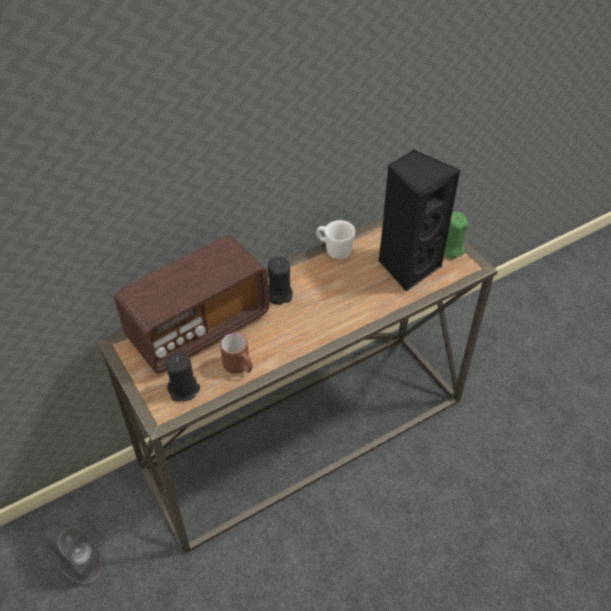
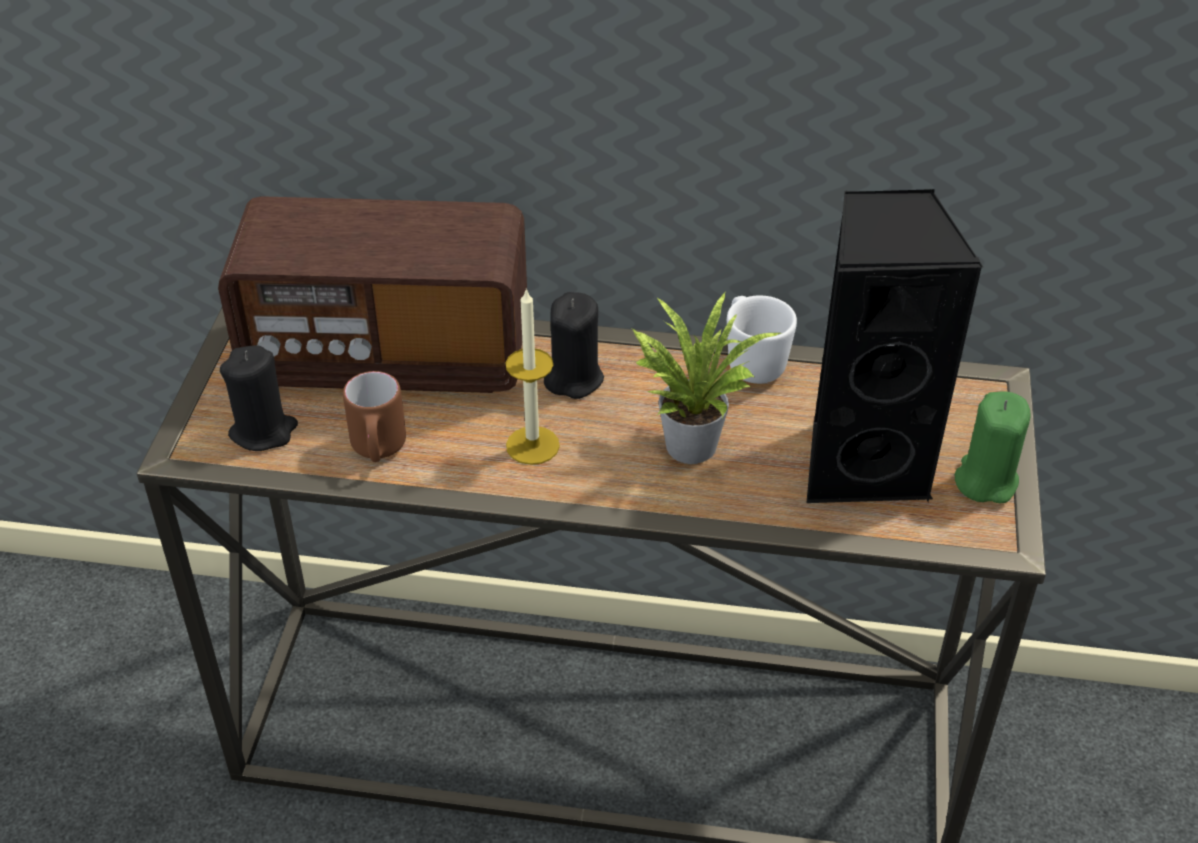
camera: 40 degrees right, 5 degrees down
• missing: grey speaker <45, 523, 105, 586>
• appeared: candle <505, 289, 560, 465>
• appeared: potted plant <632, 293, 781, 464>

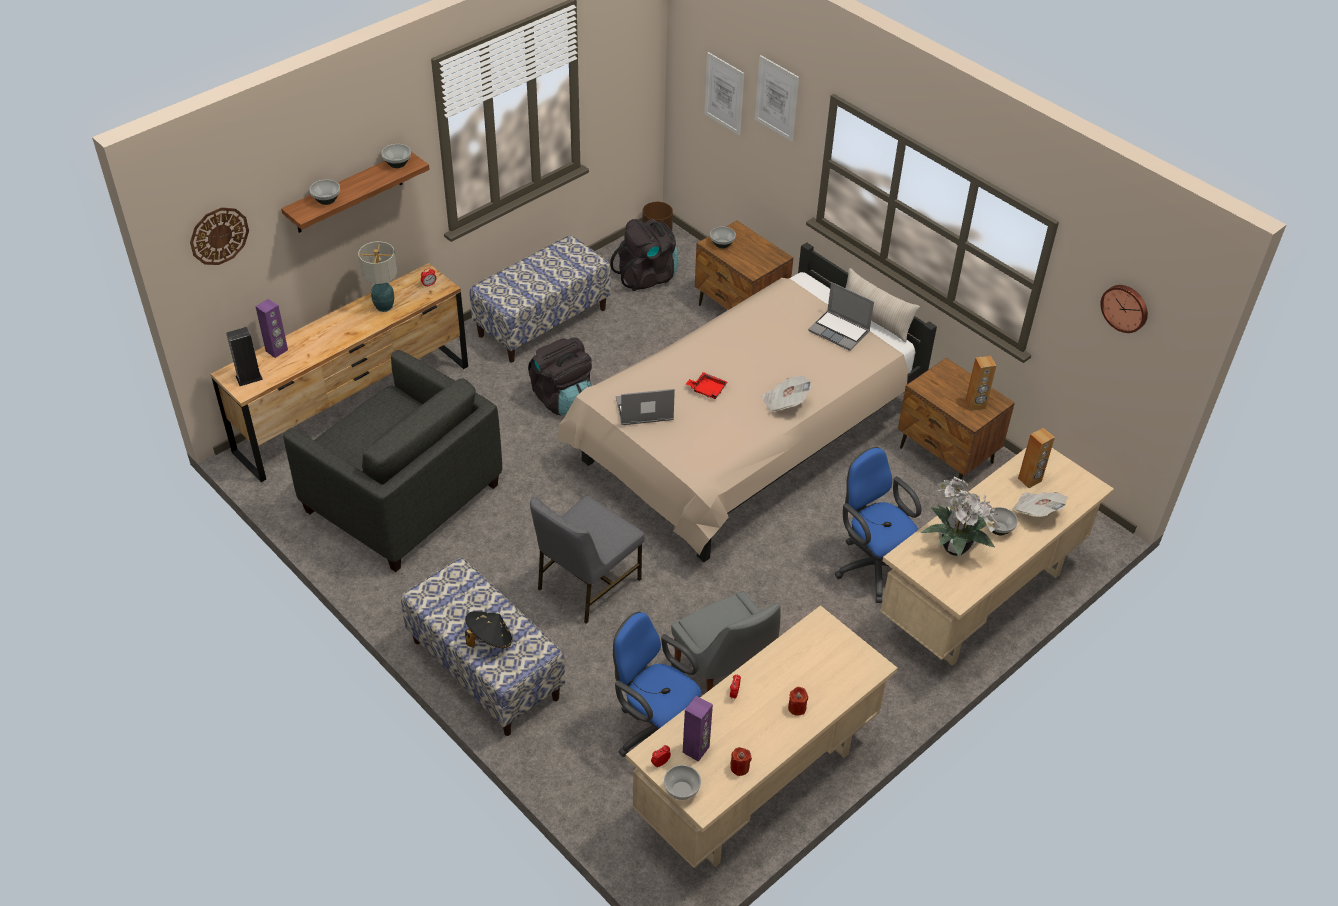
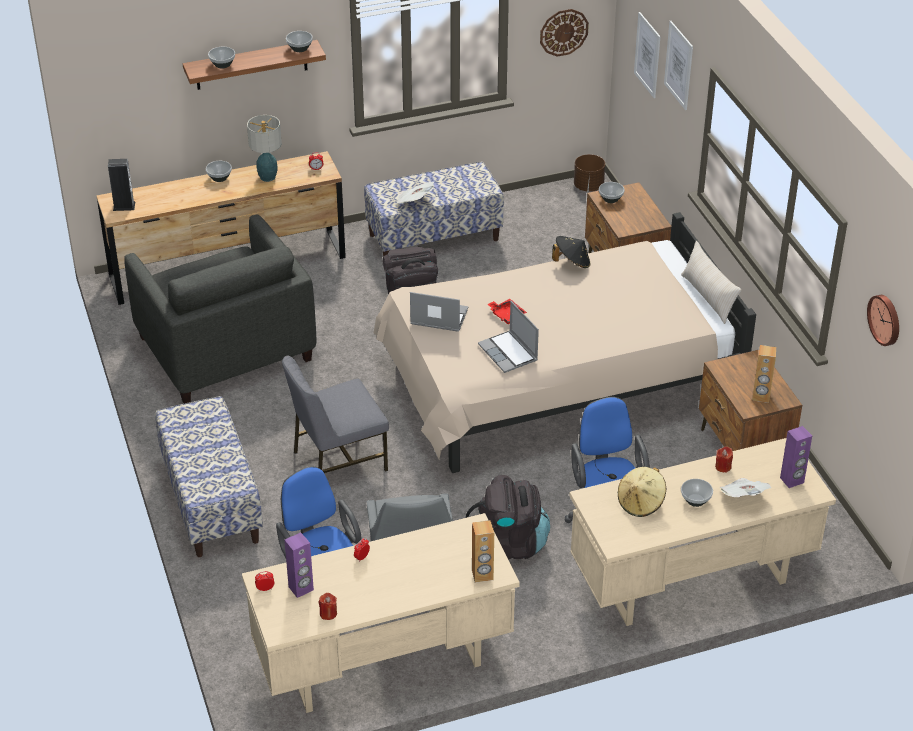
camera: 25 degrees right, 5 degrees down
• relocated: wall clock <190, 207, 249, 265> to <540, 9, 589, 57>
• relocated: purple speaker <255, 299, 288, 358> to <780, 426, 812, 488>
• relocated: black hat <465, 611, 513, 648> to <552, 236, 590, 268>
• relocated: black backpack <610, 219, 678, 291> to <466, 475, 550, 559>
• relocated: bowl <664, 765, 701, 800> to <206, 161, 232, 182>
• relocated: newspaper <762, 375, 812, 412> to <396, 182, 434, 204>
• relocated: red candle <788, 687, 808, 716> to <715, 446, 733, 473>
• relocated: laptop <808, 282, 874, 351> to <478, 301, 539, 373>
• relocated: brown speaker <1018, 428, 1055, 488> to <472, 520, 494, 583>
• exchanged: potted plant <921, 476, 999, 557> to beige hat <618, 467, 666, 517>

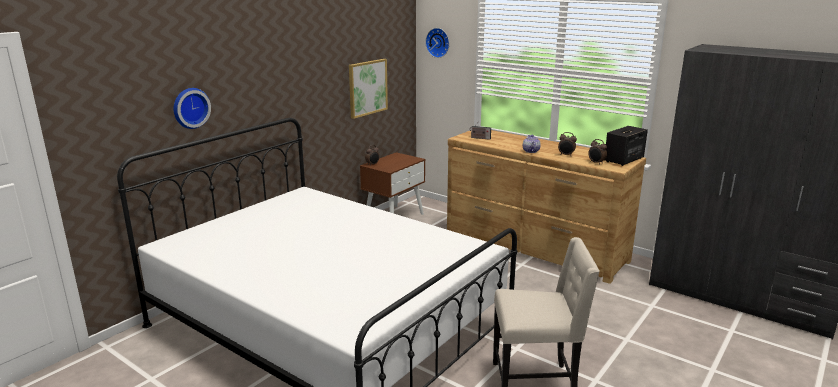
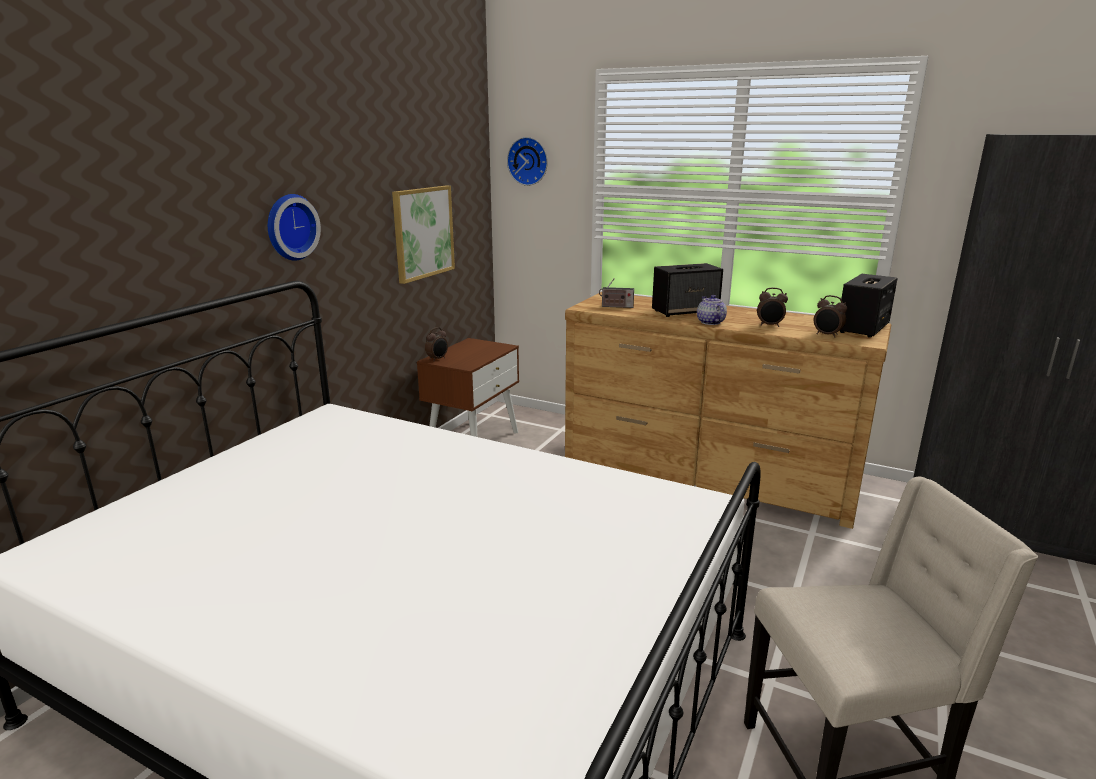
camera: 10 degrees left, 0 degrees up
• appeared: speaker <652, 263, 723, 317>
• relocated: wall clock <174, 88, 211, 129> to <268, 194, 321, 261>

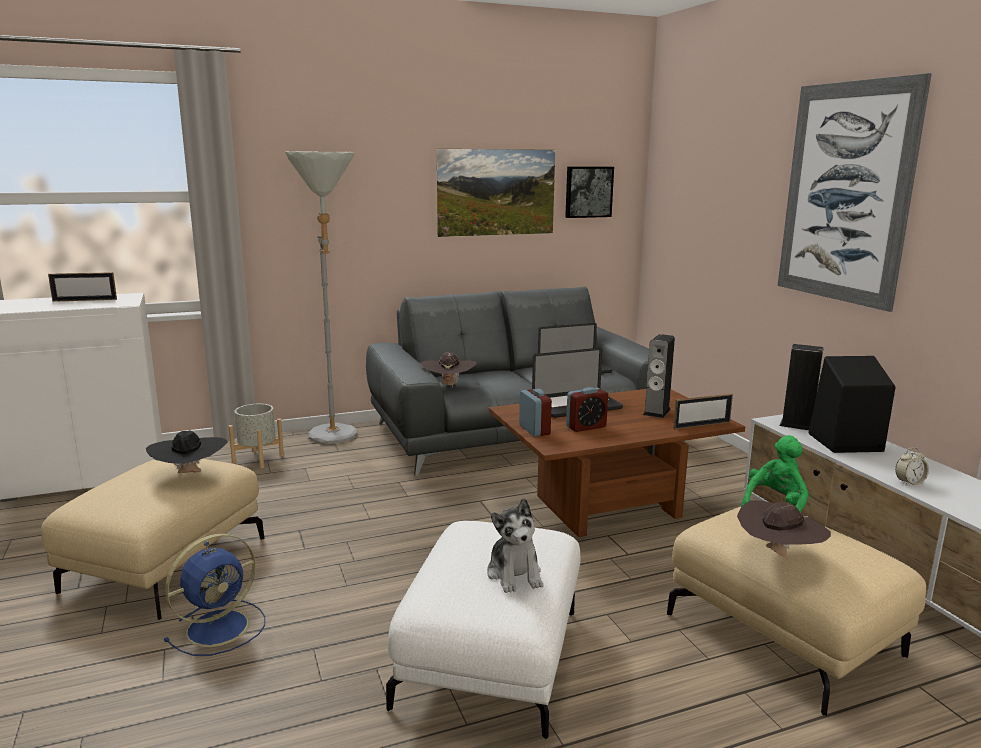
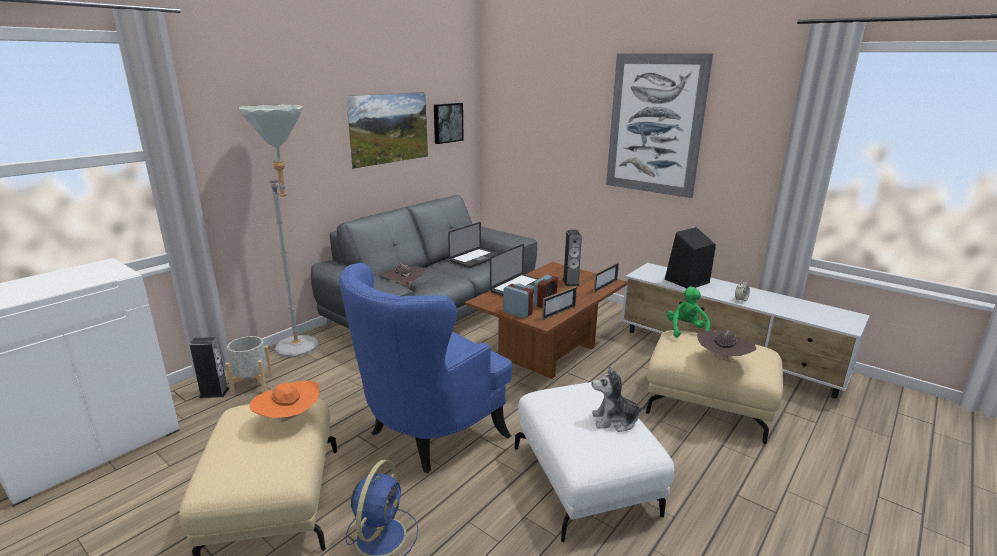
camera: 30 degrees left, 5 degrees up
• appeared: blue armchair <339, 263, 512, 473>
• relocated: picture frame <48, 272, 117, 302> to <542, 286, 577, 320>
• relocated: speaker <779, 344, 824, 430> to <190, 337, 230, 398>
• colour: black hat <146, 430, 228, 473> to orange hat <250, 381, 320, 423>
• spun: plush toy <487, 498, 543, 593> = <592, 366, 649, 432> 135 degrees clockwise

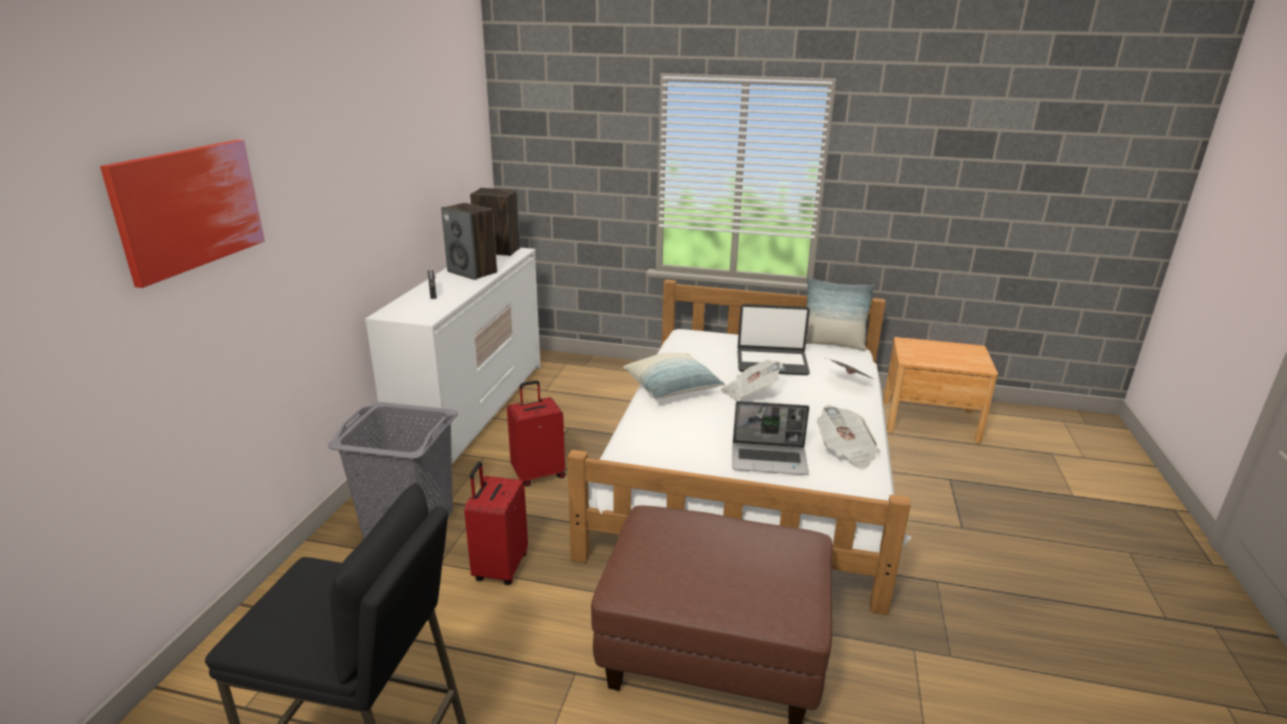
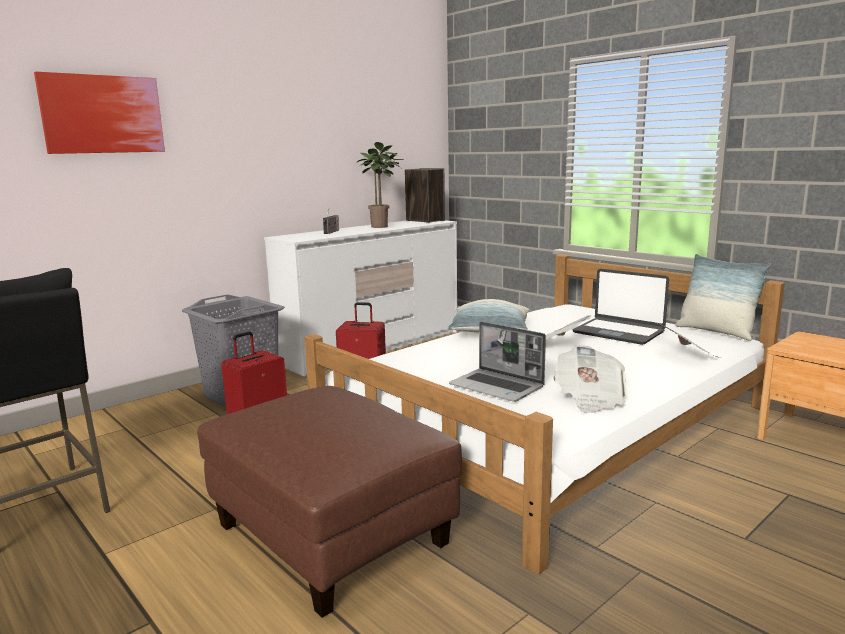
camera: 35 degrees right, 10 degrees down
• exchanged: speaker <441, 203, 497, 280> to potted plant <356, 142, 404, 228>

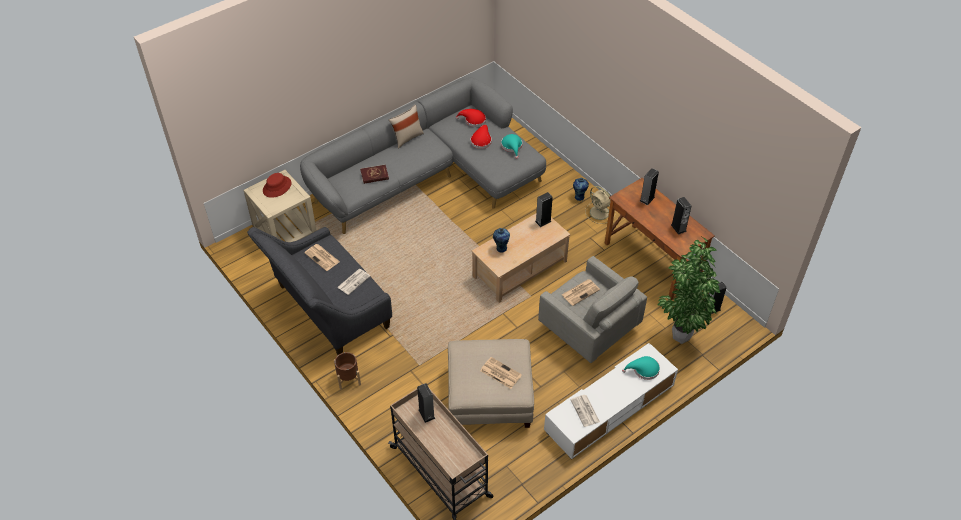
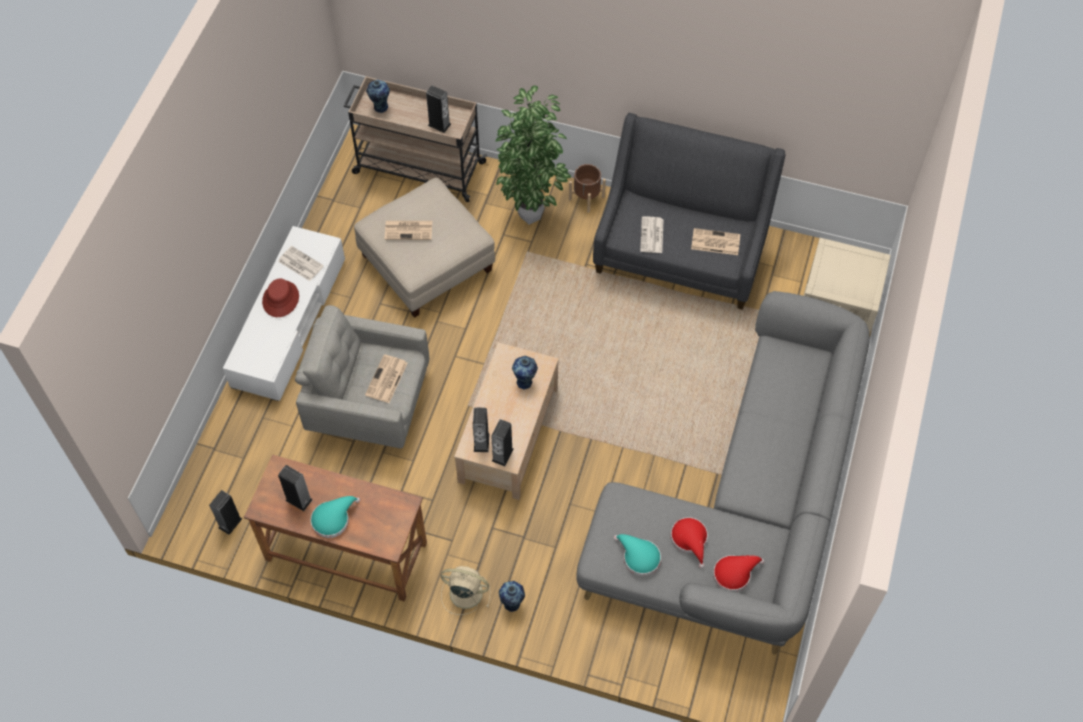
camera: 145 degrees right, 10 degrees up
• missing: red book <360, 165, 389, 184>
• missing: beige pillow <389, 105, 424, 149>
• appeared: vase <366, 80, 390, 113>
• relocated: red hat <263, 173, 291, 198> to <262, 279, 299, 317>
• relocated: turquoise hat <622, 356, 660, 380> to <311, 496, 360, 538>
• relocated: speaker <640, 168, 659, 205> to <473, 407, 490, 452>
• relocated: potted plant <657, 237, 720, 344> to <495, 85, 571, 225>

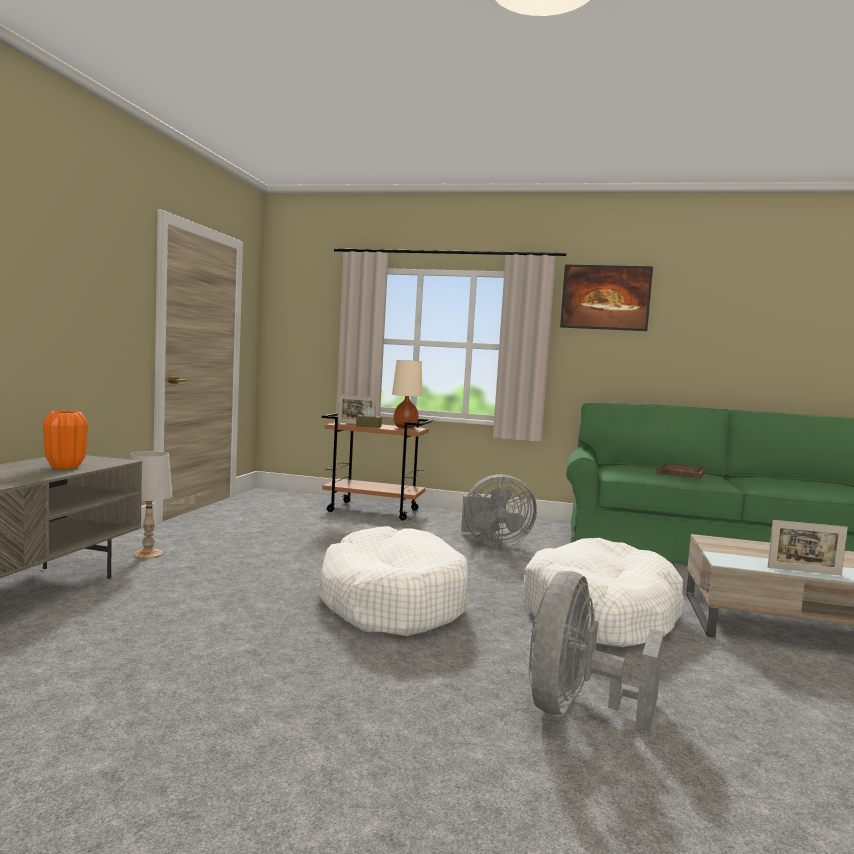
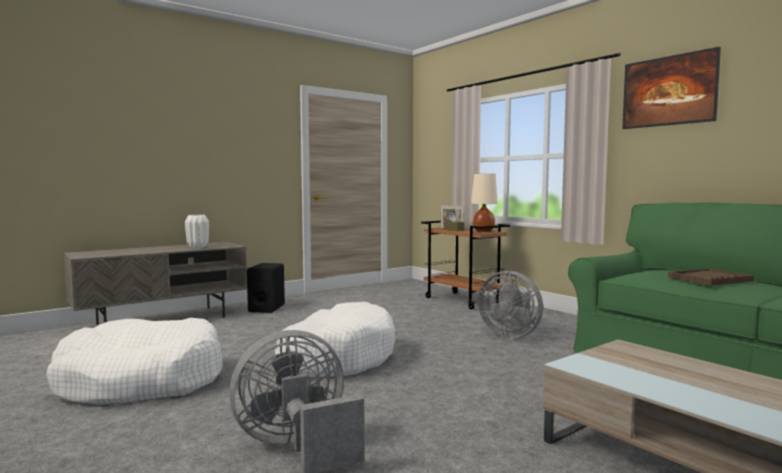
camera: 40 degrees right, 0 degrees up
• missing: picture frame <768, 520, 848, 575>
• relocated: white dog bed <523, 538, 685, 647> to <46, 318, 223, 405>
• exchanged: white table lamp <130, 451, 172, 559> to black speaker <247, 263, 285, 313>
• colour: orange vase <43, 411, 88, 469> to white vase <185, 215, 209, 248>

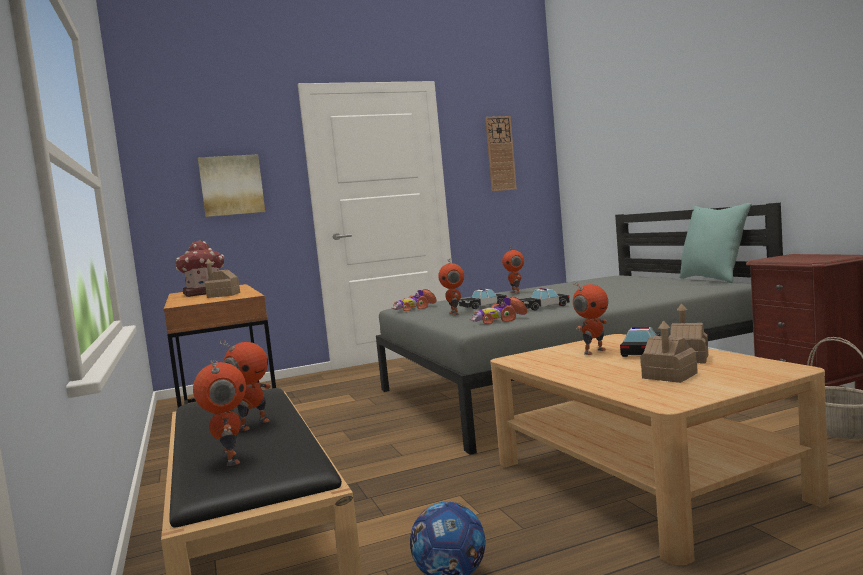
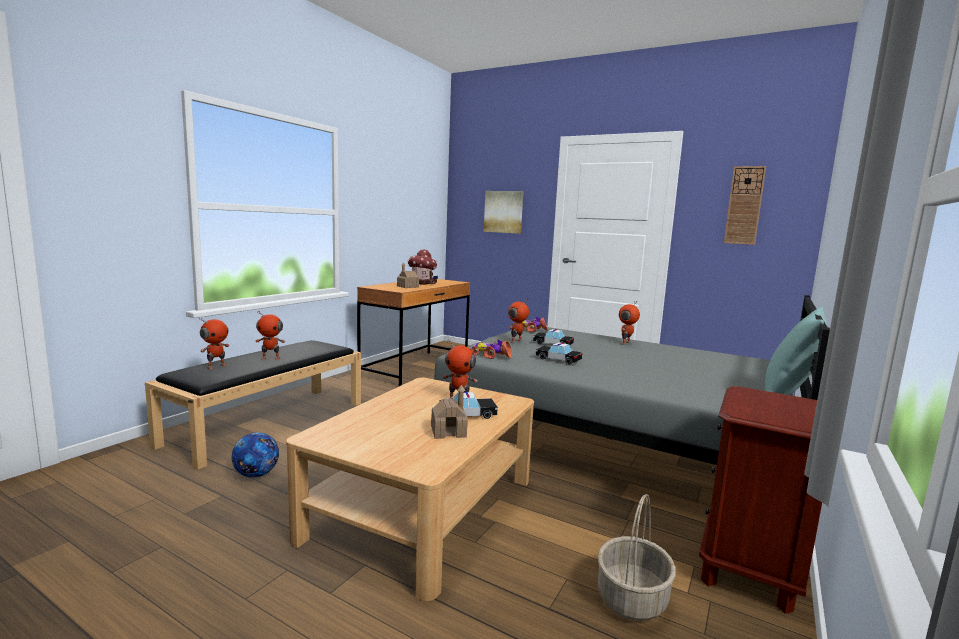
camera: 50 degrees right, 5 degrees up
• missing: toy house <640, 320, 698, 383>

